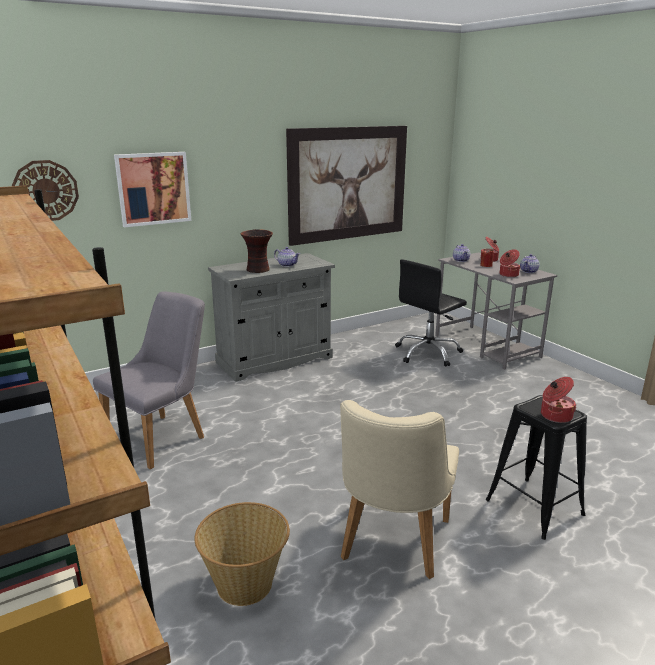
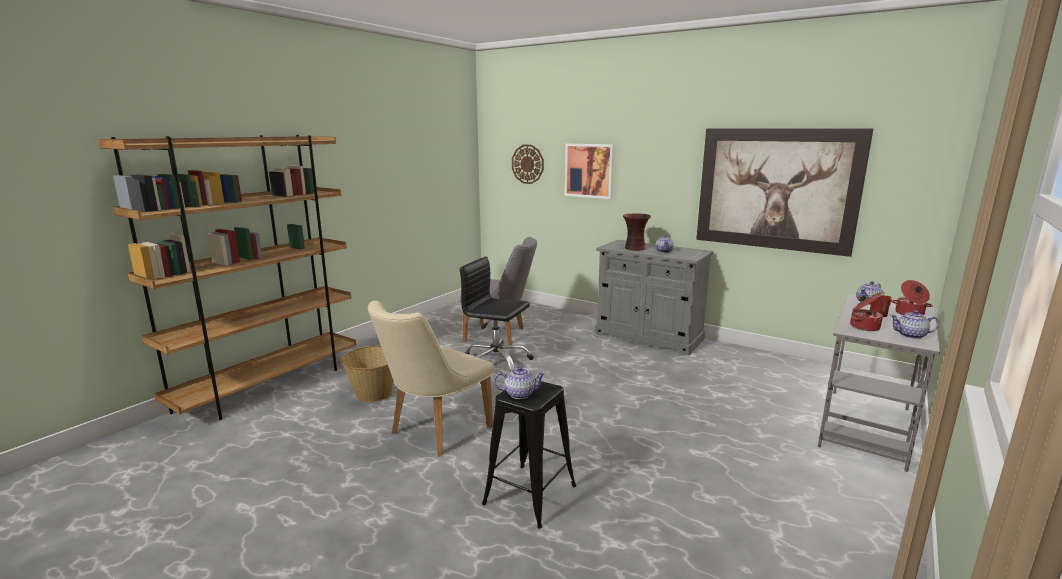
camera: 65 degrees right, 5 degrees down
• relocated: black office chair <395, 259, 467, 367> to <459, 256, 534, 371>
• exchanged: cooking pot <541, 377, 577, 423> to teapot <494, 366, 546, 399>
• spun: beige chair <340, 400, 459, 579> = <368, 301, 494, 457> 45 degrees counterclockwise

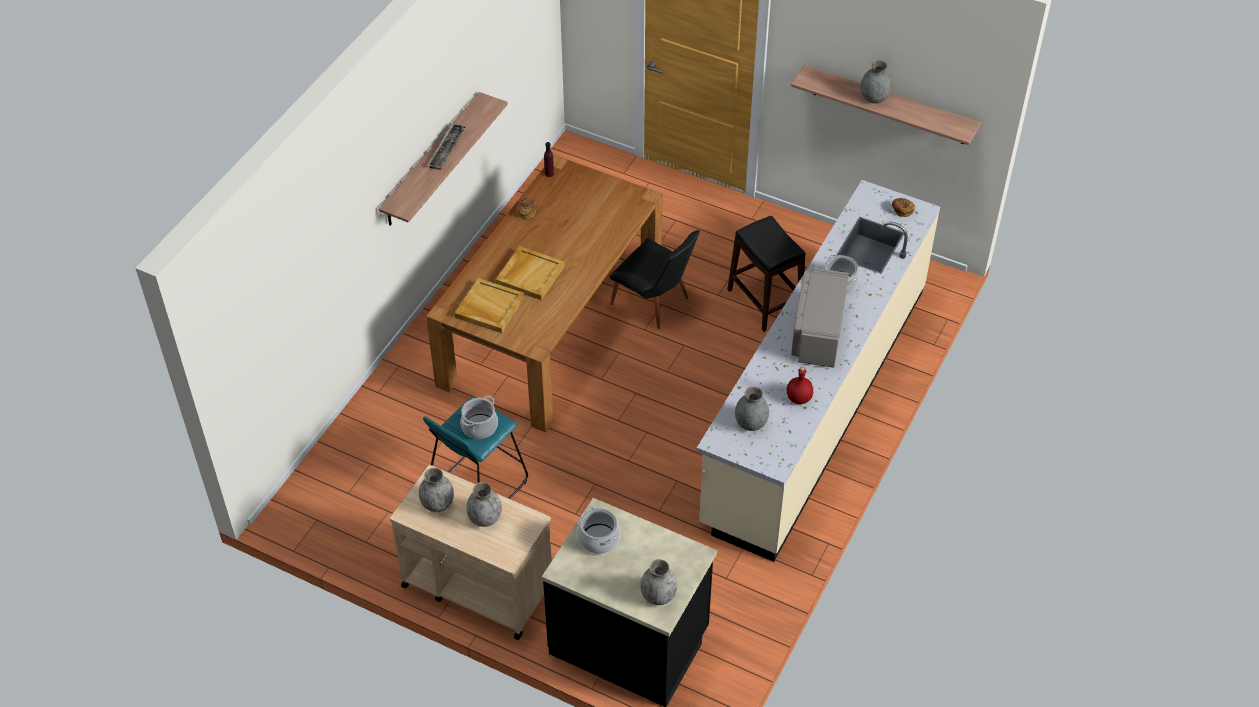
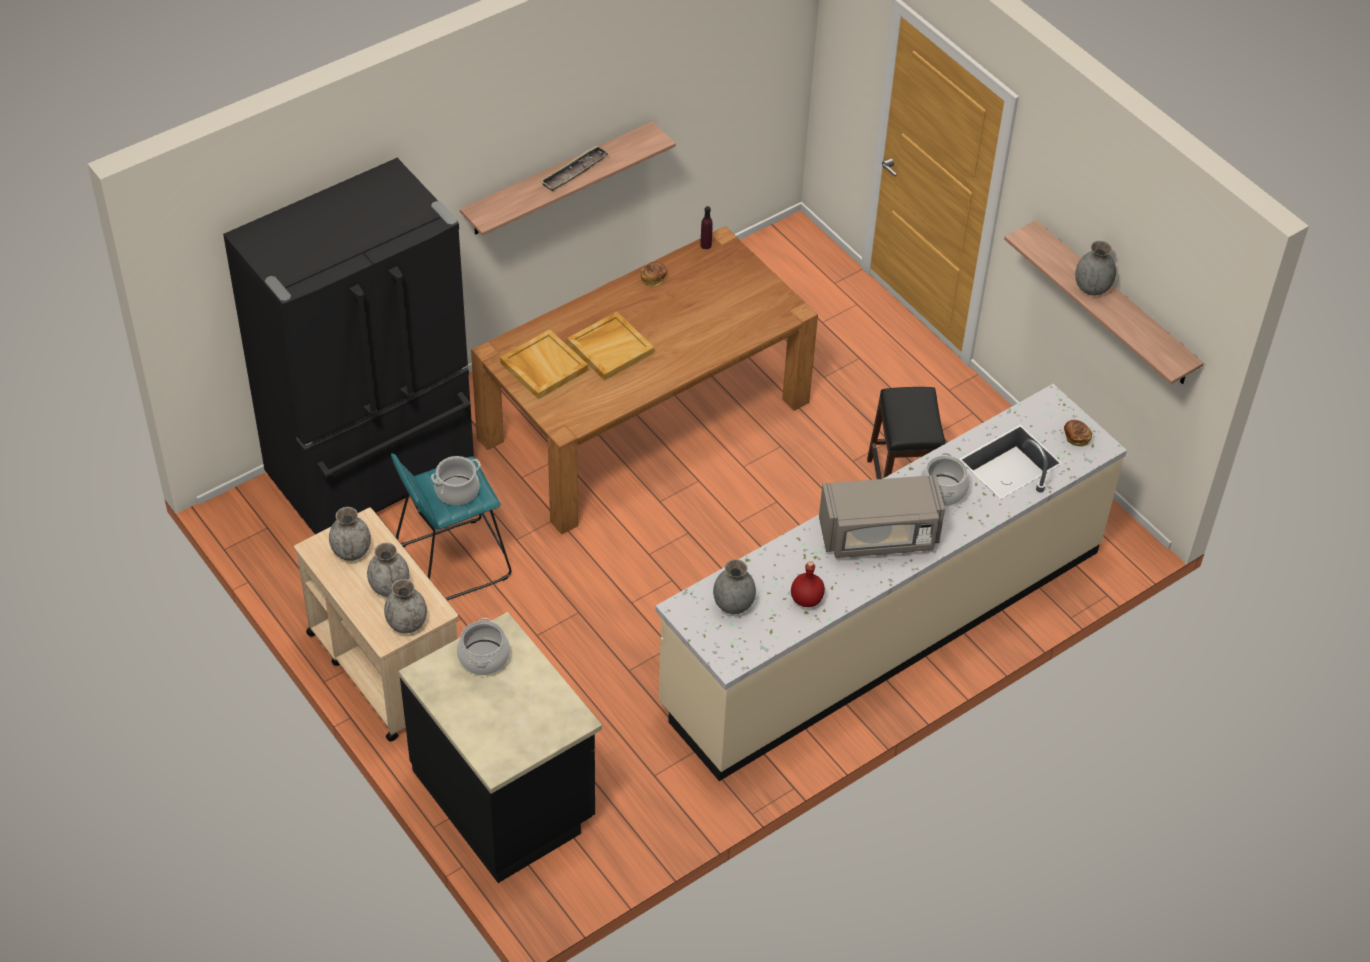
camera: 25 degrees right, 0 degrees up
• missing: black chair <610, 230, 700, 329>
• appeared: black fridge <223, 158, 474, 534>
• relocated: grey vase <640, 559, 677, 605> to <384, 579, 427, 634>
• spun: grey microwave <791, 268, 849, 368> = <819, 475, 945, 558> 135 degrees counterclockwise

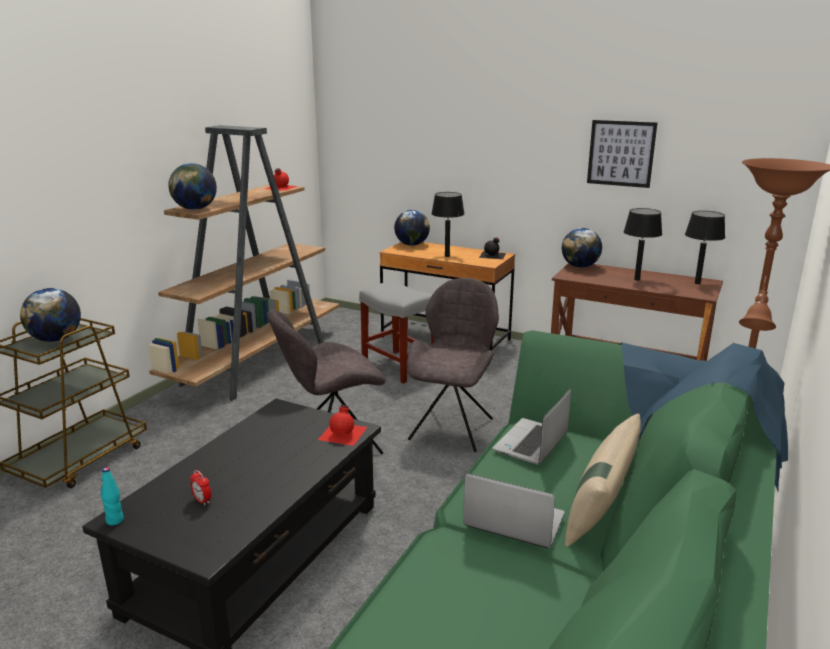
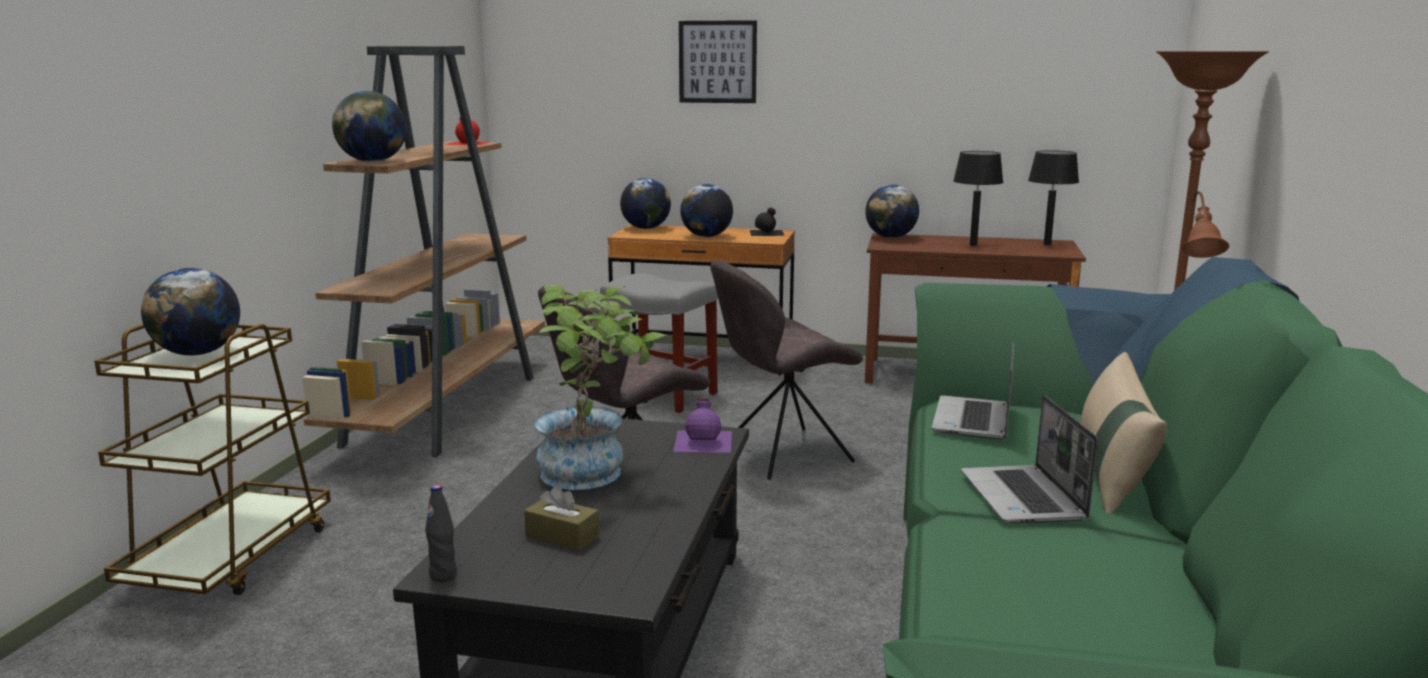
camera: 15 degrees left, 5 degrees down
• appeared: potted plant <534, 285, 667, 490>
• relocated: picture <587, 120, 657, 188> to <679, 20, 757, 103>
• exchanged: alarm clock <190, 470, 211, 506> to brown tissue box <524, 485, 600, 551>
• exchanged: black table lamp <431, 192, 465, 257> to globe <680, 184, 733, 237>
• colour: turquoise bottle <101, 467, 124, 526> to black bottle <425, 484, 457, 582>
• colour: red bottle <318, 405, 367, 446> to purple bottle <673, 398, 732, 453>
• spun: grey chair <407, 278, 499, 452> = <710, 260, 863, 480> 120 degrees counterclockwise
• spun: laptop <463, 473, 565, 548> = <961, 395, 1098, 523> 105 degrees counterclockwise

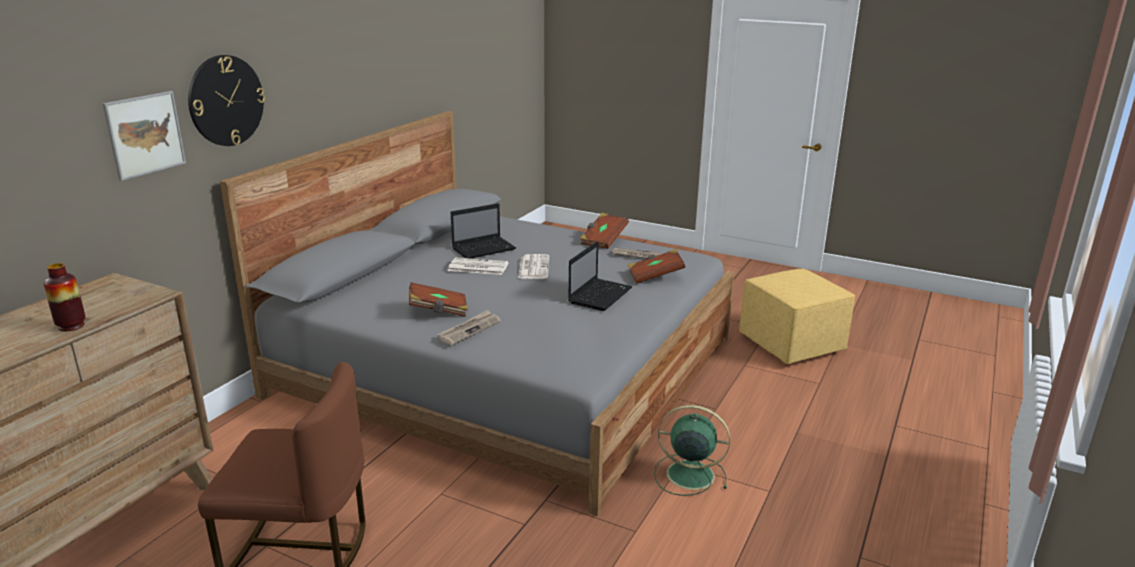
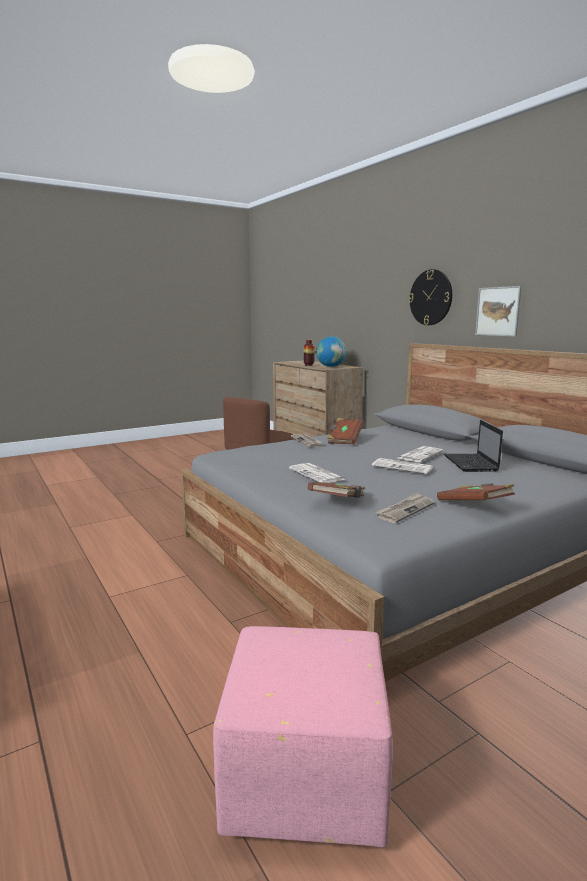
camera: 120 degrees right, 10 degrees down
• missing: green fan <654, 405, 730, 496>
• appeared: globe <316, 336, 346, 367>
• relocated: picture <103, 91, 186, 181> to <475, 286, 522, 337>
• exchanged: laptop <568, 241, 633, 311> to newspaper <289, 463, 345, 483>
• colour: yellow ottoman <739, 269, 855, 364> to pink ottoman <213, 626, 393, 847>

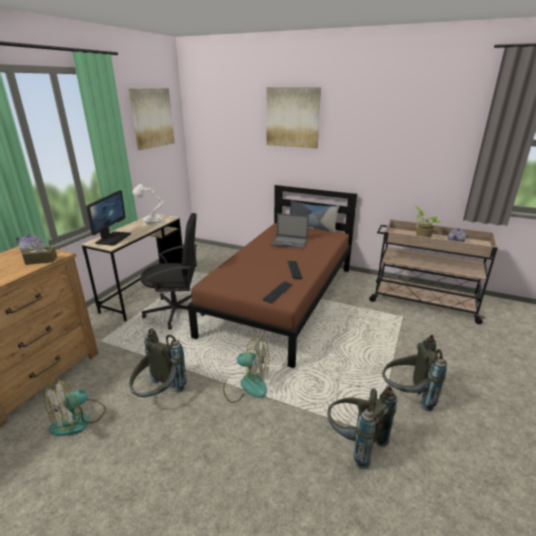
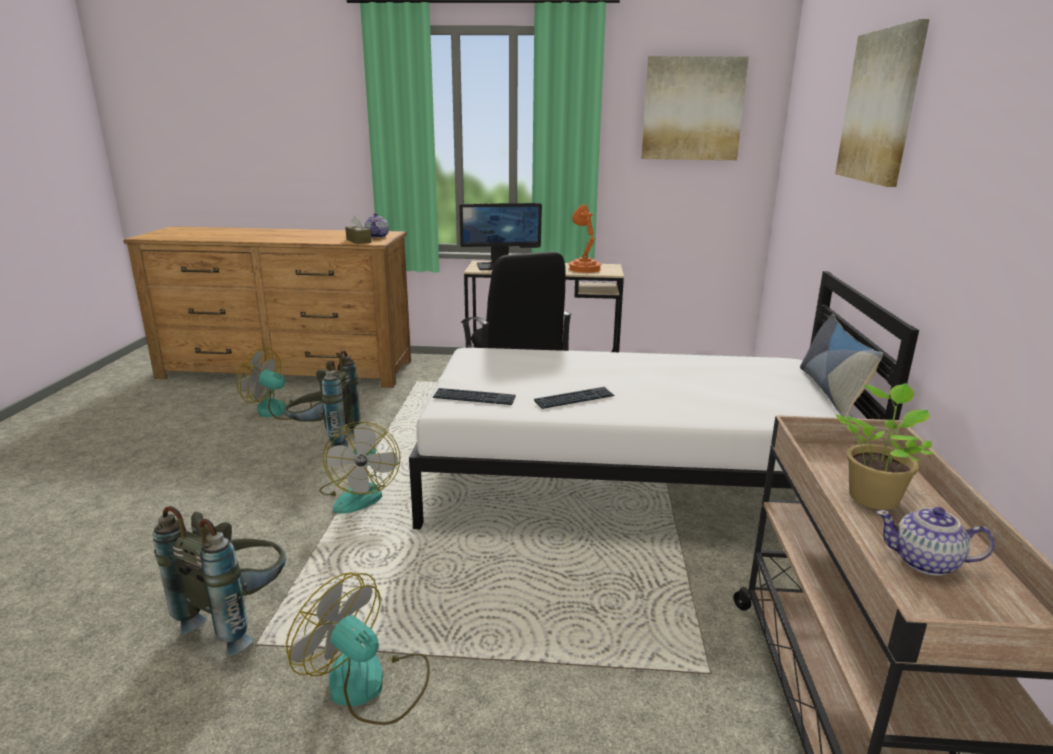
camera: 70 degrees right, 5 degrees down
• missing: laptop <271, 213, 309, 249>
• exchanged: grey backpack <382, 334, 447, 411> to fan <286, 572, 430, 725>
• colour: white table lamp <132, 184, 164, 225> to orange table lamp <568, 204, 601, 273>
• colour: brown bed <188, 185, 357, 368> to white bed <409, 271, 919, 529>

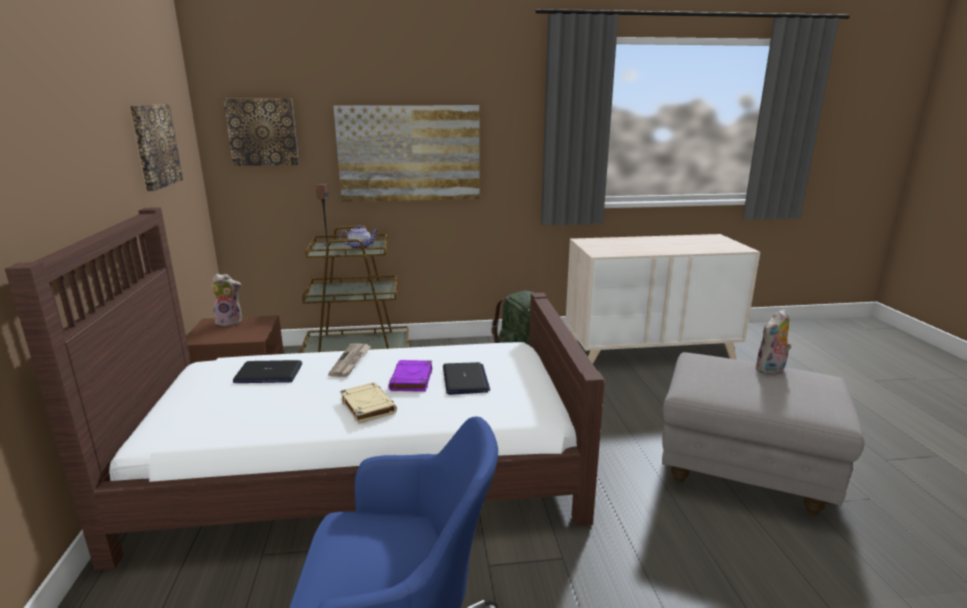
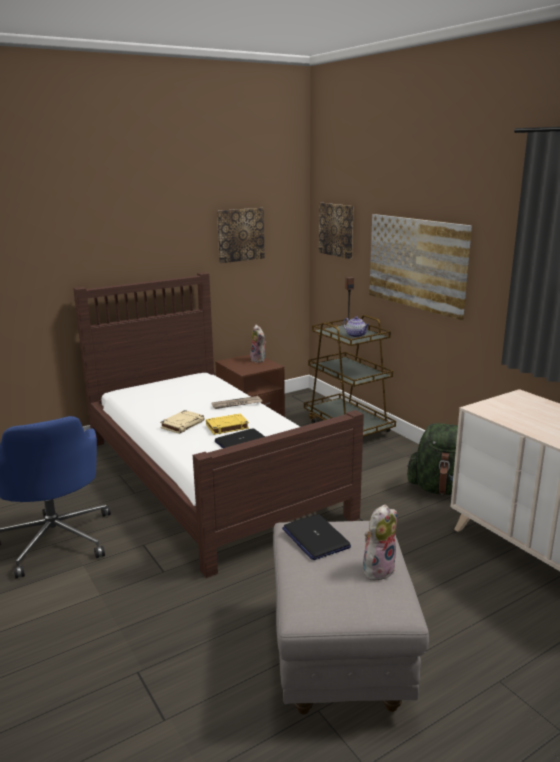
camera: 65 degrees right, 0 degrees up
• relocated: laptop <233, 360, 302, 383> to <282, 514, 351, 560>
• colour: purple book <388, 360, 432, 392> to yellow book <206, 413, 249, 435>
• spun: plush toy <755, 309, 792, 375> = <363, 504, 397, 580> 105 degrees clockwise

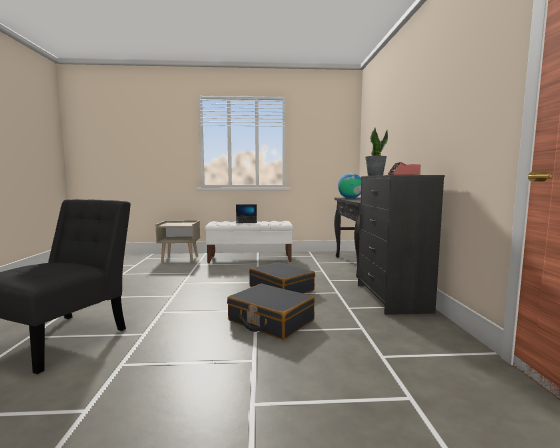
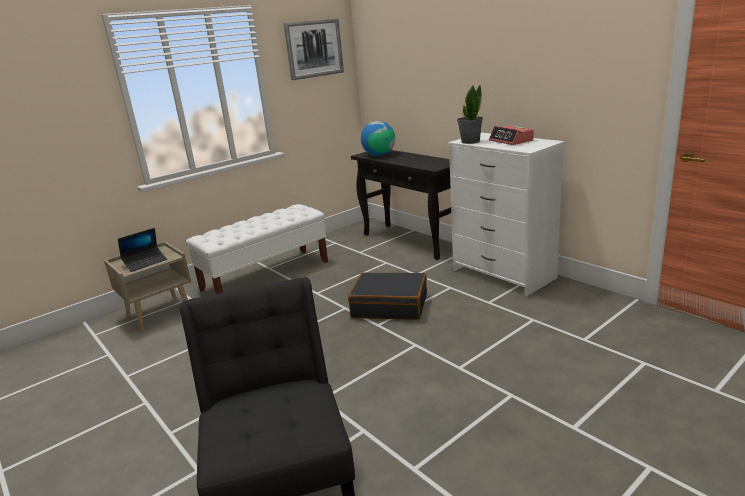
camera: 35 degrees left, 15 degrees up
• missing: black suitcase <227, 283, 315, 340>
• appeared: picture <284, 19, 344, 80>
• relocated: laptop <236, 204, 257, 223> to <118, 228, 167, 272>
• colour: black dresser <358, 175, 445, 315> to white dresser <448, 133, 565, 297>

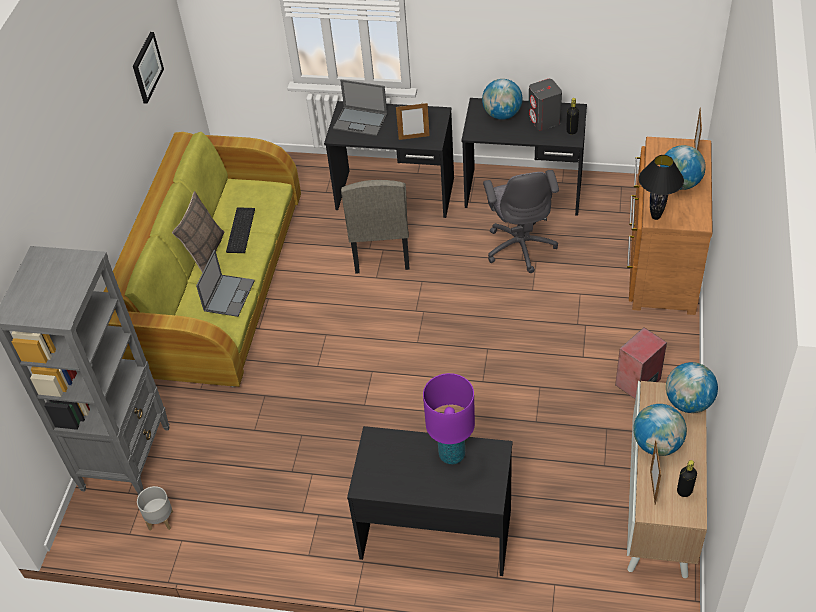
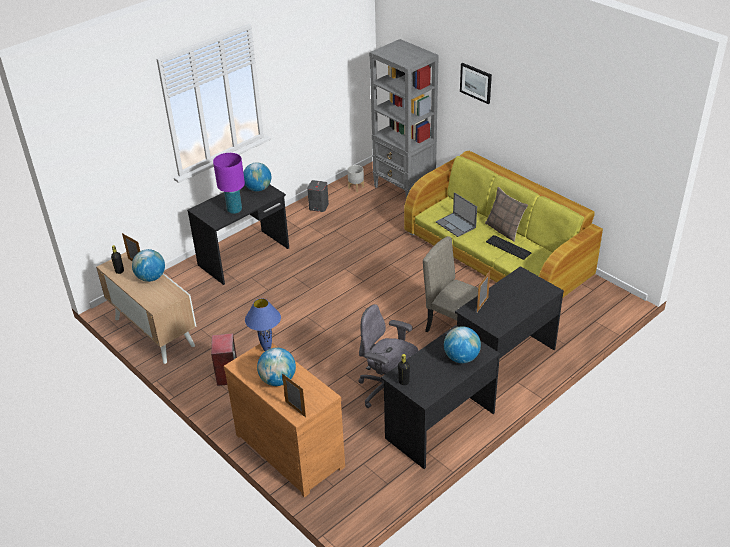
camera: 125 degrees right, 10 degrees down
• missing: laptop <333, 80, 387, 136>
• relocated: picture <133, 32, 164, 104> to <460, 63, 492, 104>
• relocated: grey speaker <528, 79, 562, 130> to <307, 180, 329, 212>
• relocated: globe <666, 362, 718, 413> to <243, 163, 271, 191>
• colour: black table lamp <639, 155, 684, 220> to blue table lamp <245, 299, 281, 351>

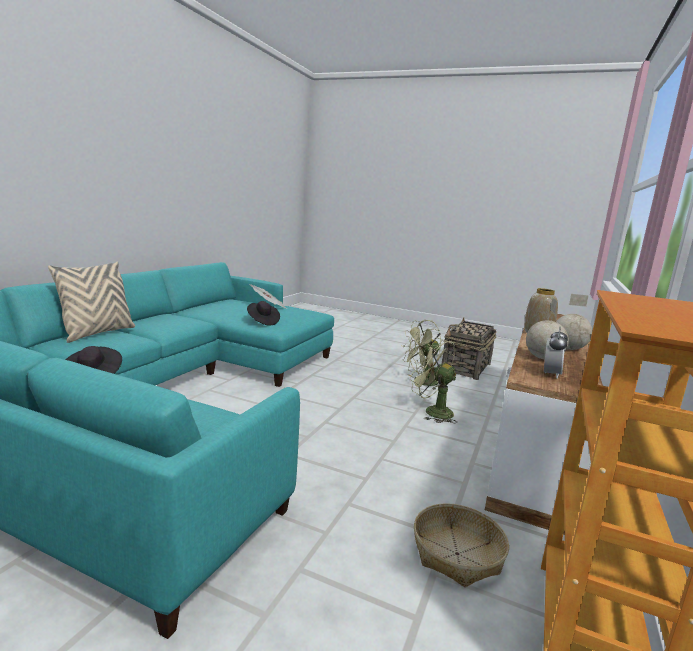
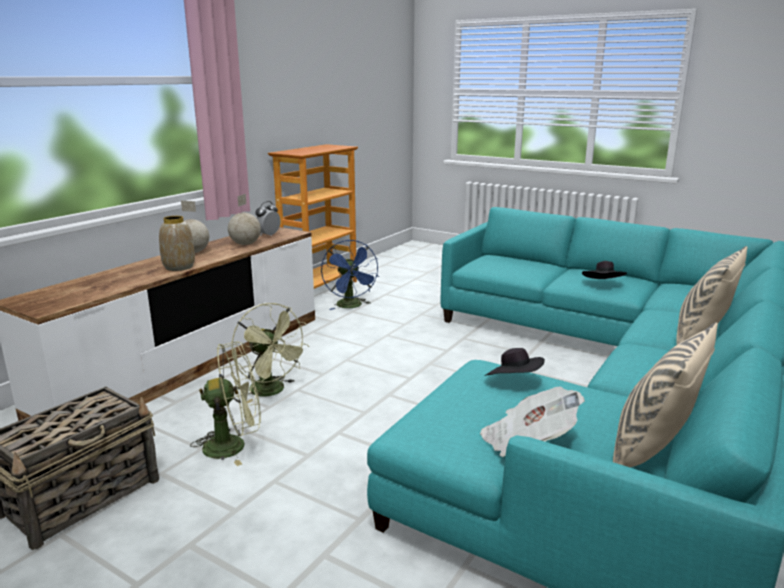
camera: 170 degrees left, 5 degrees up
• appeared: beige pillow <613, 322, 718, 467>
• exchanged: basket <414, 503, 509, 587> to blue fan <321, 240, 379, 310>

